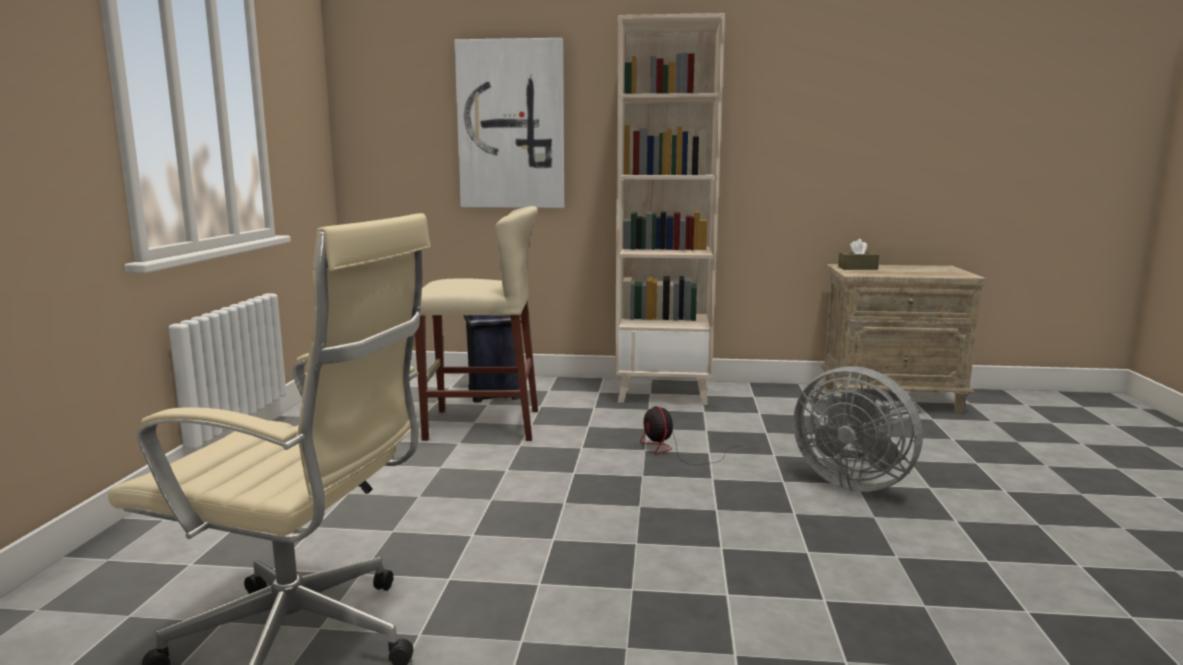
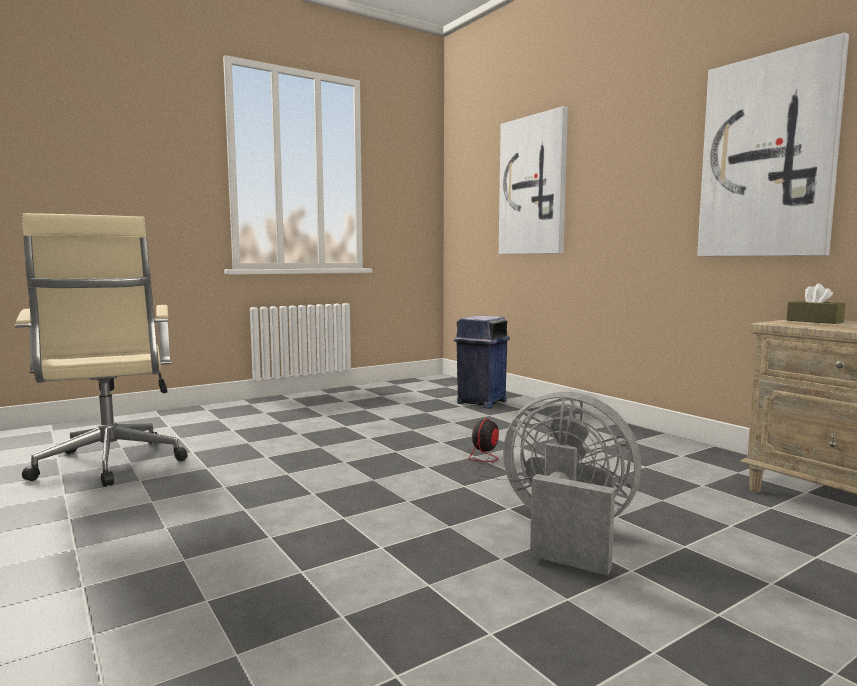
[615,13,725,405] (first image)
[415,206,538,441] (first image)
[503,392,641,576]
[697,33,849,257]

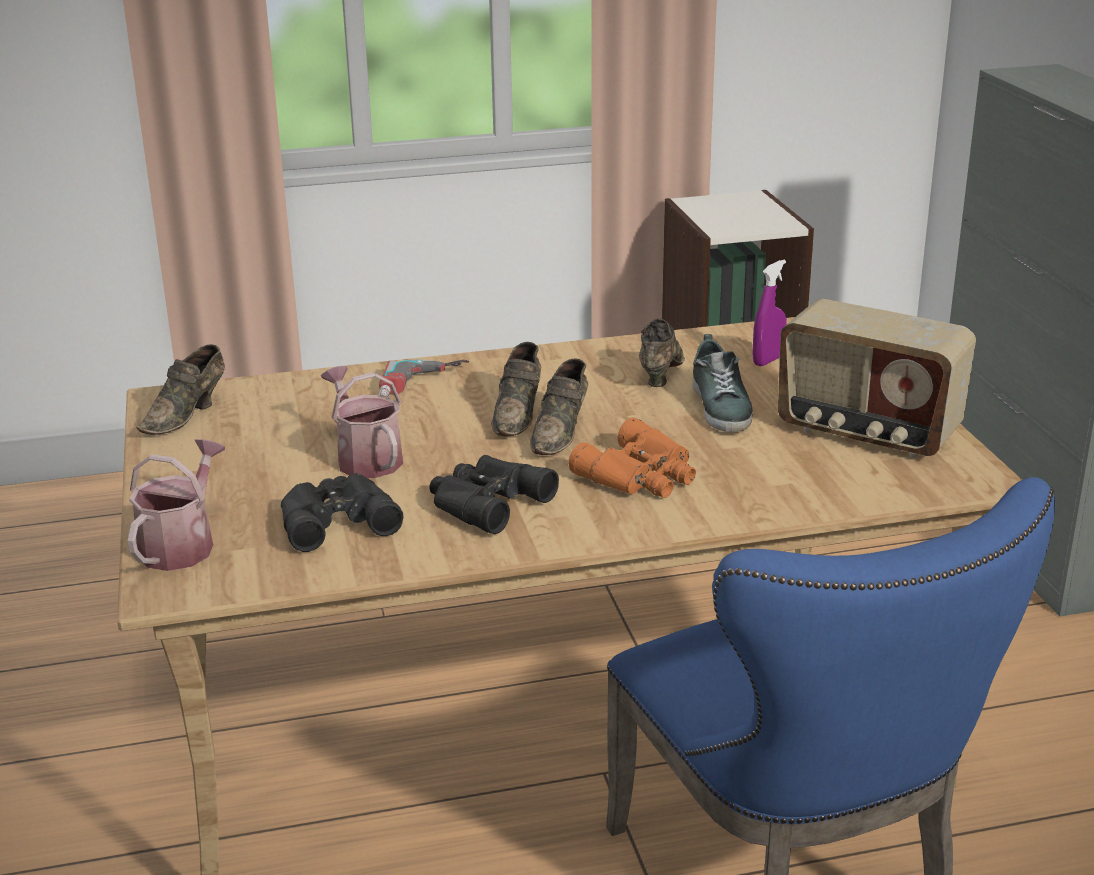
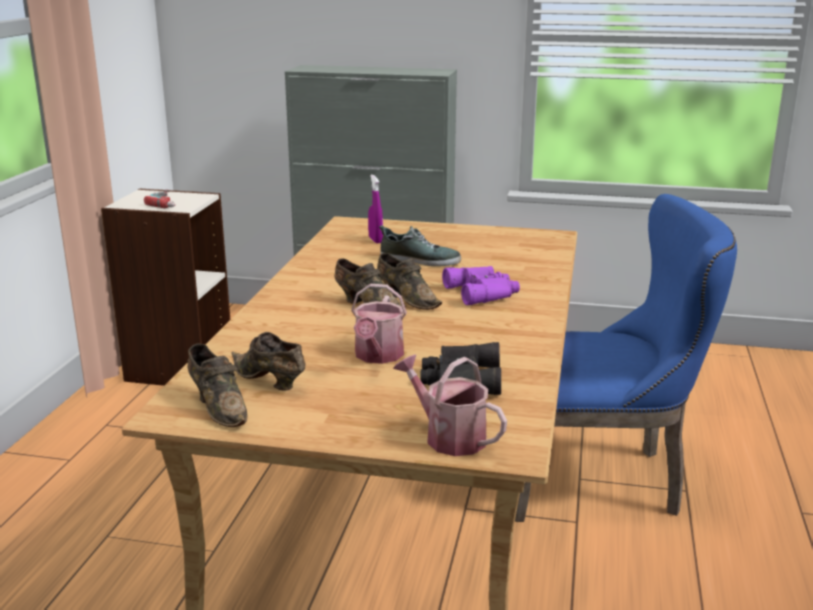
[778,299,976,458] (first image)
[231,332,306,390]
[144,189,175,208]
[351,284,407,364]
[442,266,520,305]
[429,455,559,534] (first image)

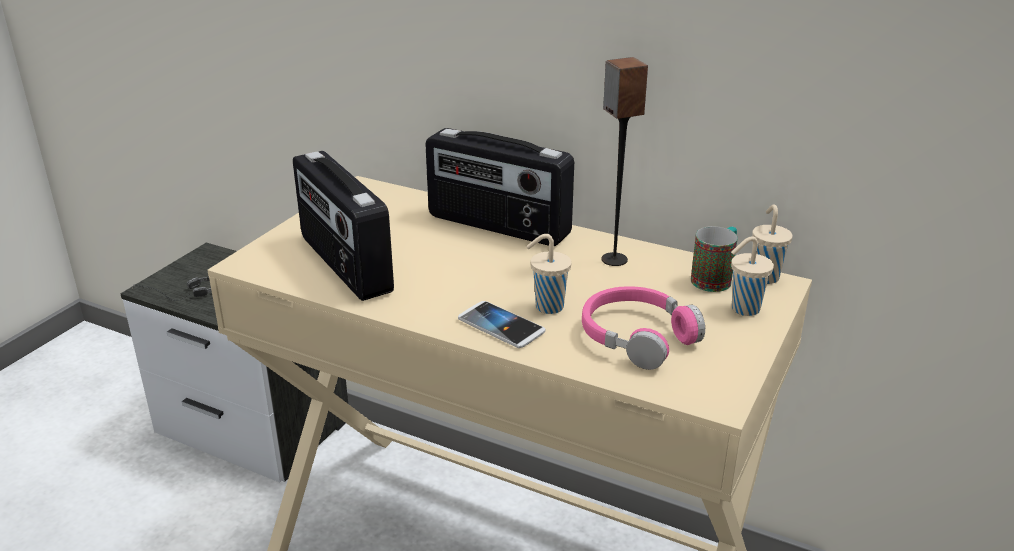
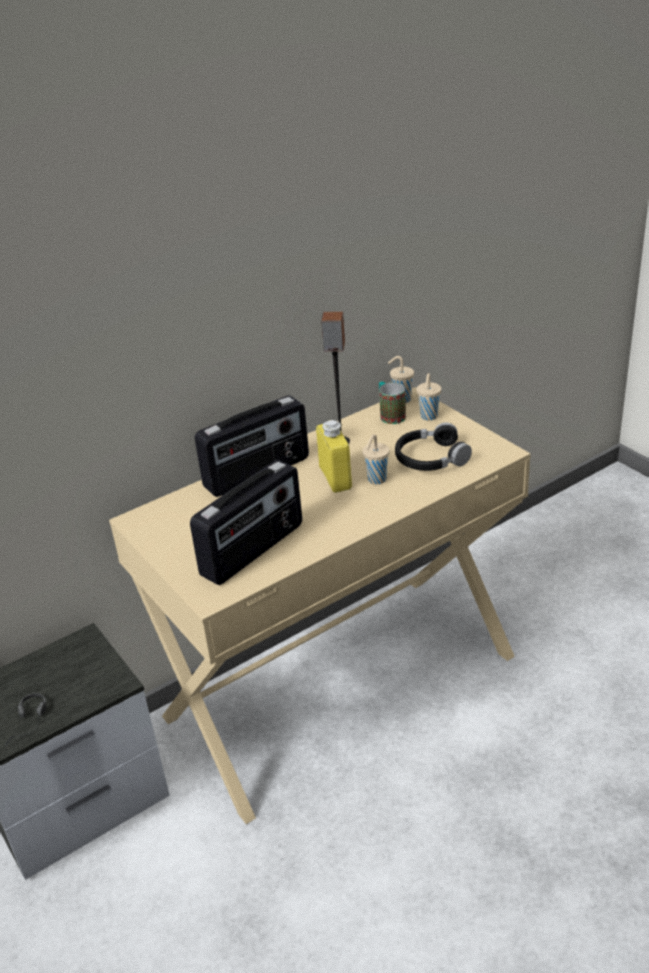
[190,460,302,585]
[395,422,472,471]
[458,301,546,348] (first image)
[316,420,352,493]

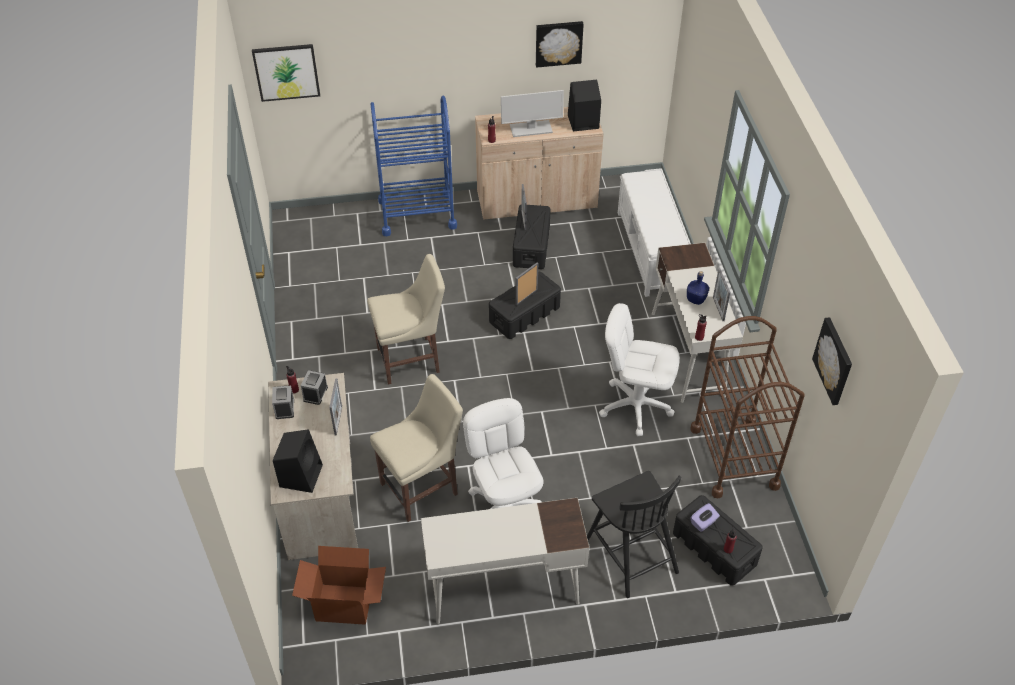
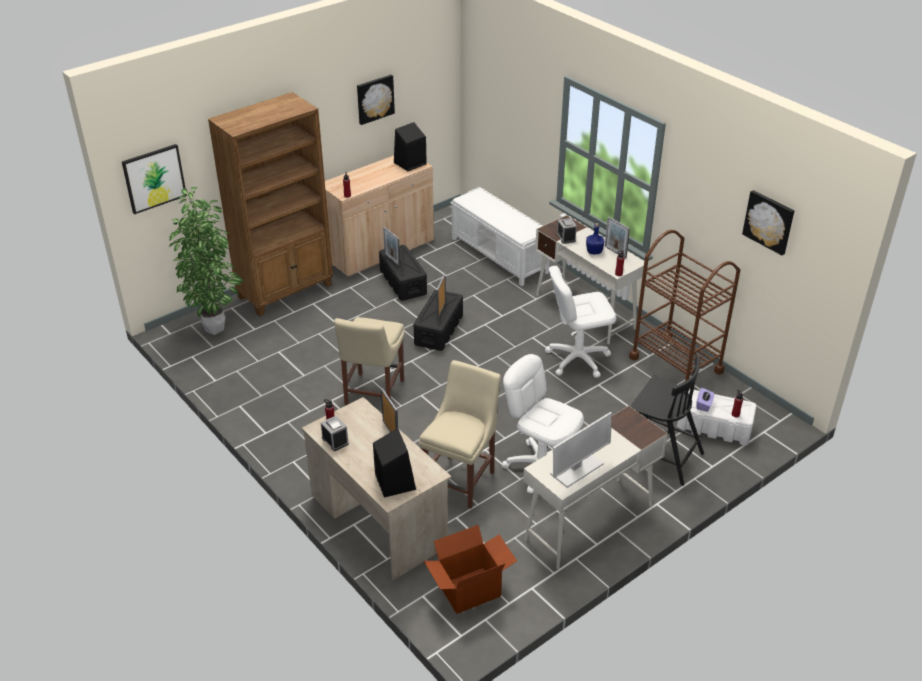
[550,412,612,488]
[208,92,333,317]
[334,317,405,405]
[557,218,577,244]
[677,389,756,445]
[169,187,243,335]

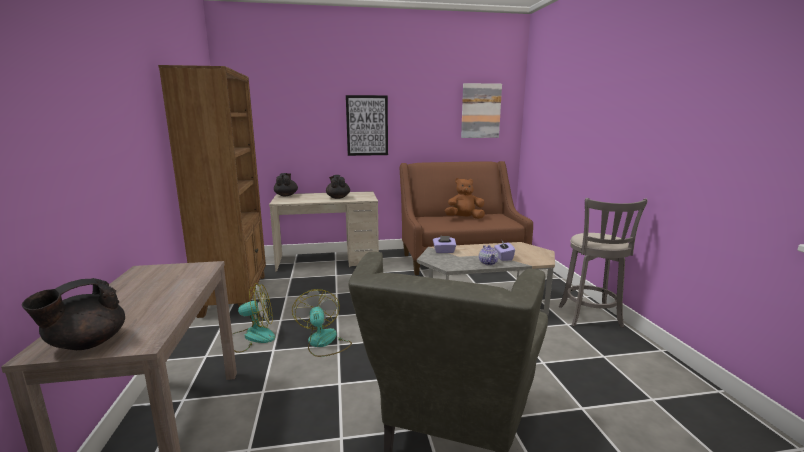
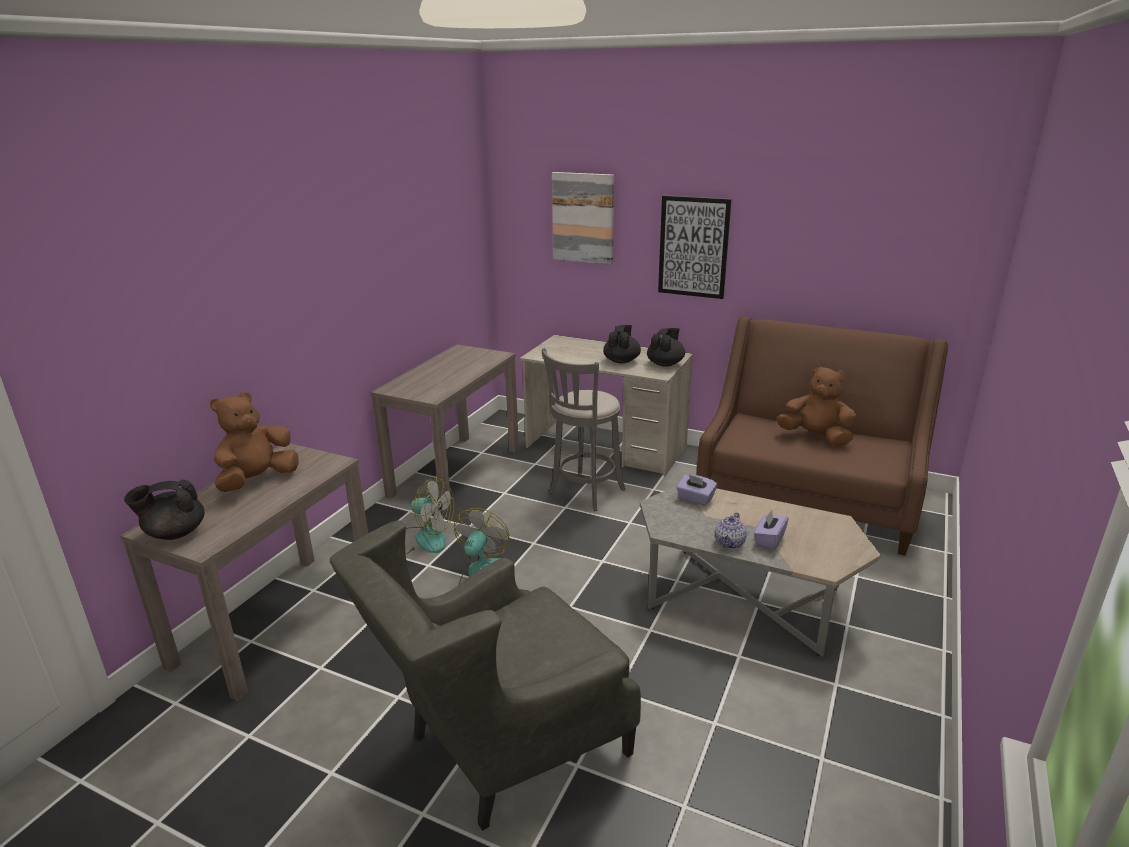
[370,344,519,513]
[552,172,614,265]
[647,328,685,367]
[542,348,626,511]
[210,392,299,492]

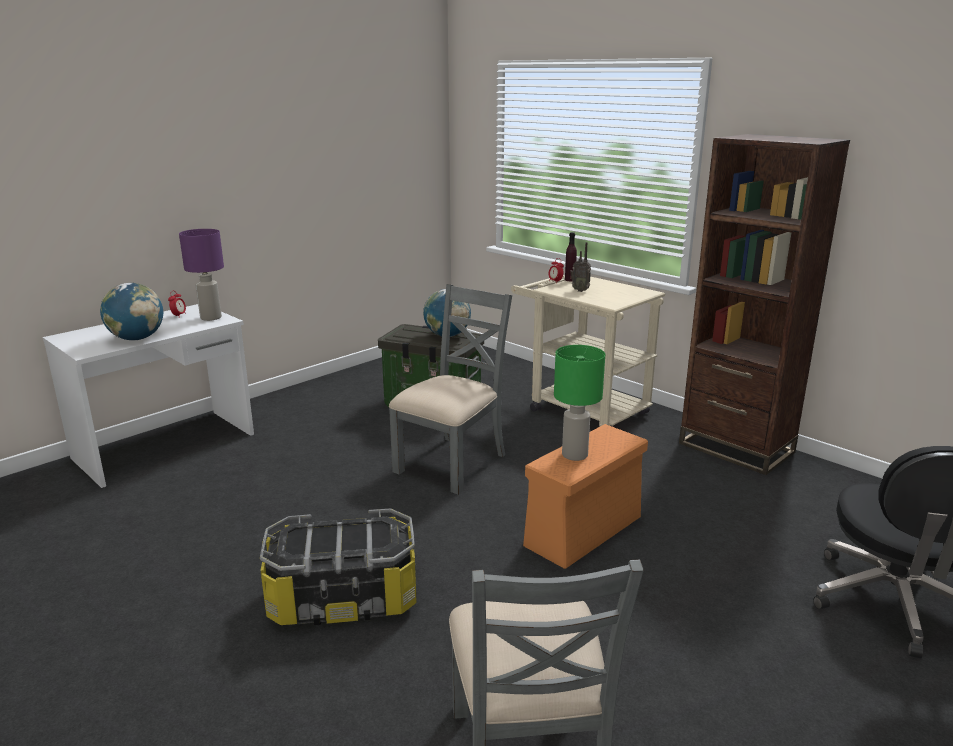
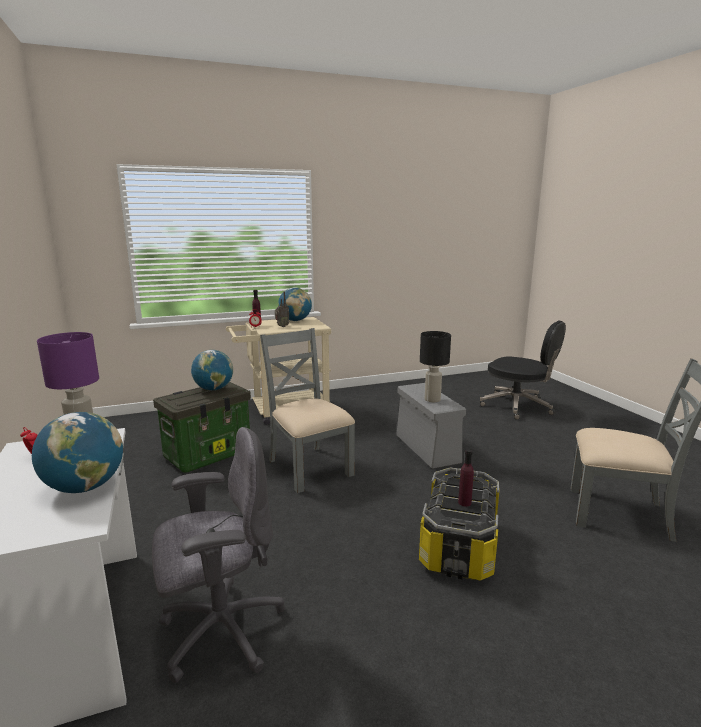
[679,134,850,475] (first image)
[420,331,451,402]
[396,383,466,469]
[278,287,312,321]
[152,427,285,683]
[458,449,474,507]

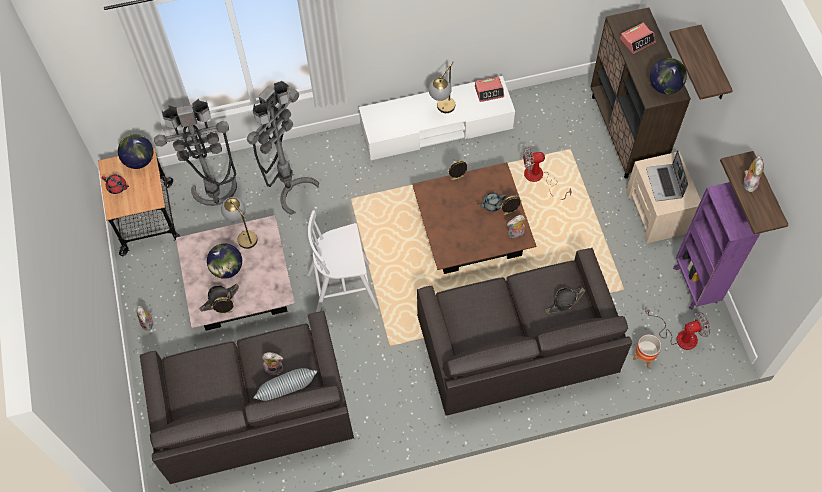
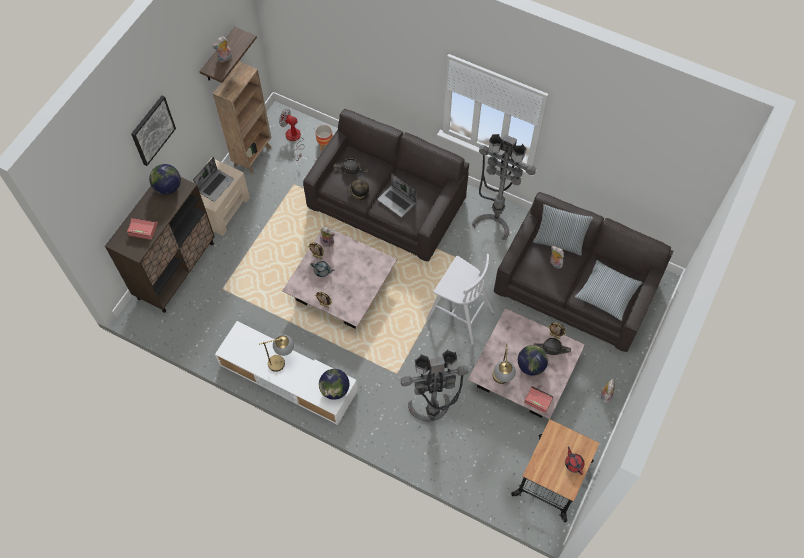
[131,96,176,166]
[524,386,554,413]
[472,134,536,240]
[319,369,349,400]
[523,147,572,200] (first image)
[282,226,397,329]
[213,61,271,174]
[377,174,417,217]
[347,179,369,200]
[575,260,643,321]

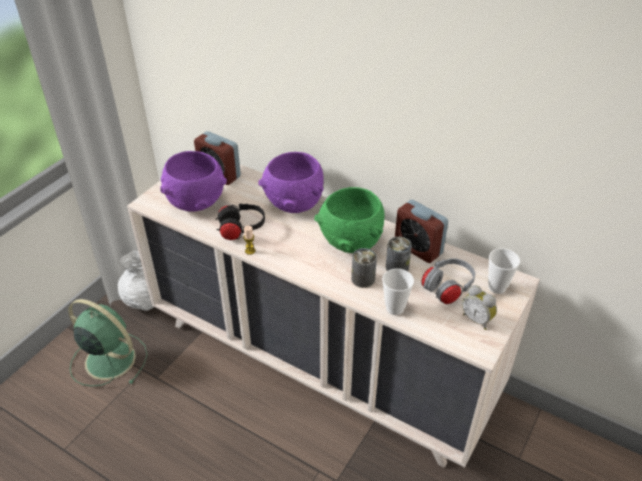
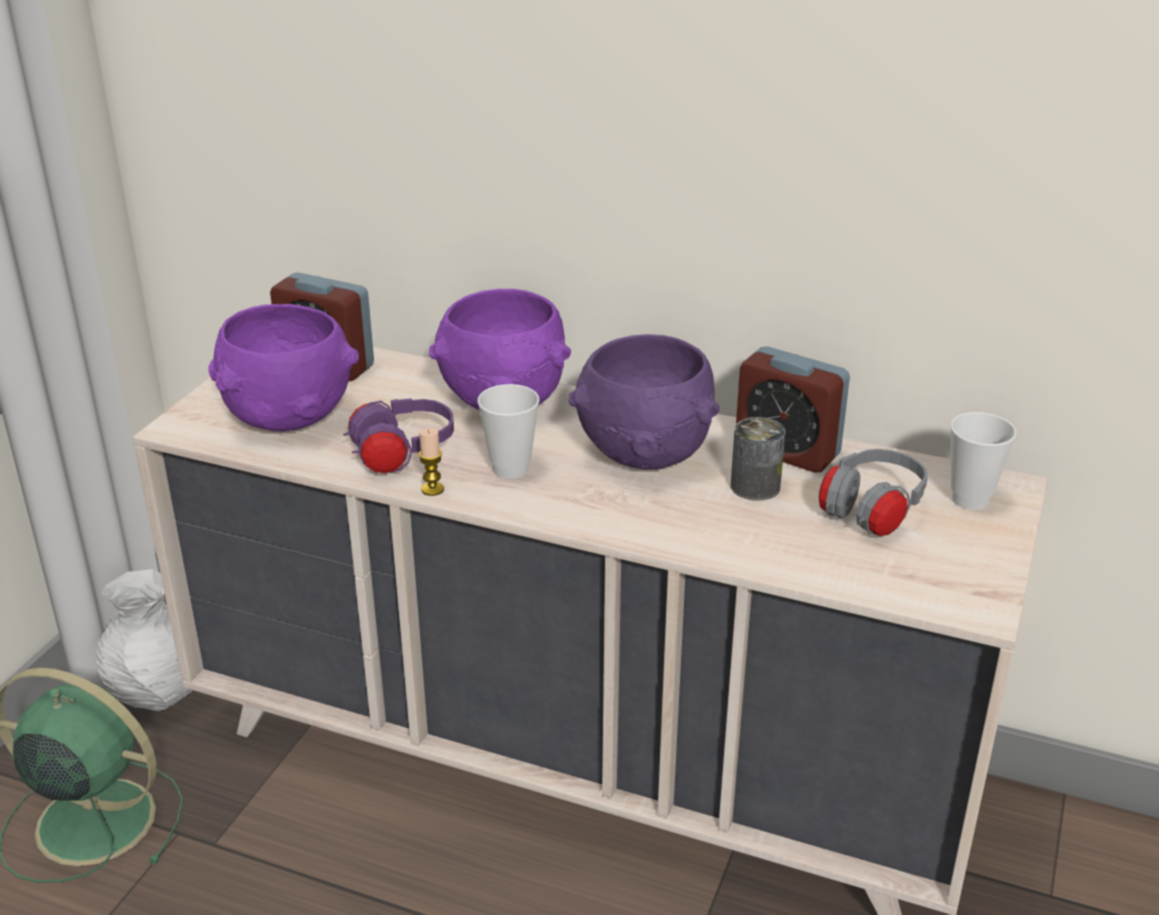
[568,334,720,469]
[343,398,454,473]
[351,248,377,288] (first image)
[478,384,539,479]
[462,285,497,330] (first image)

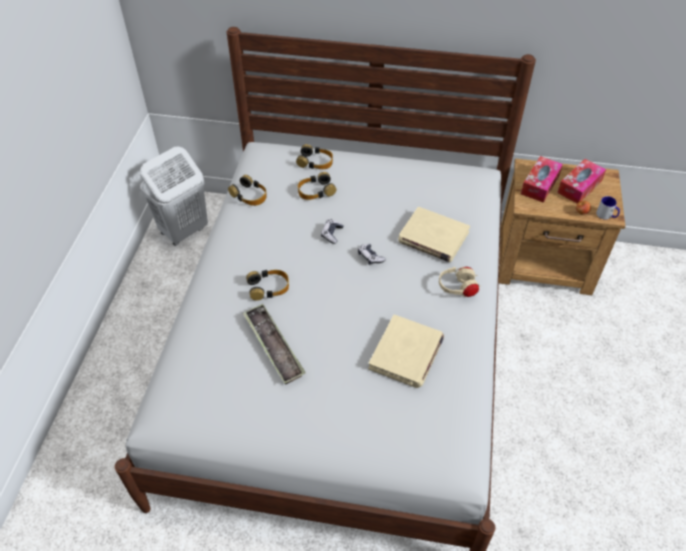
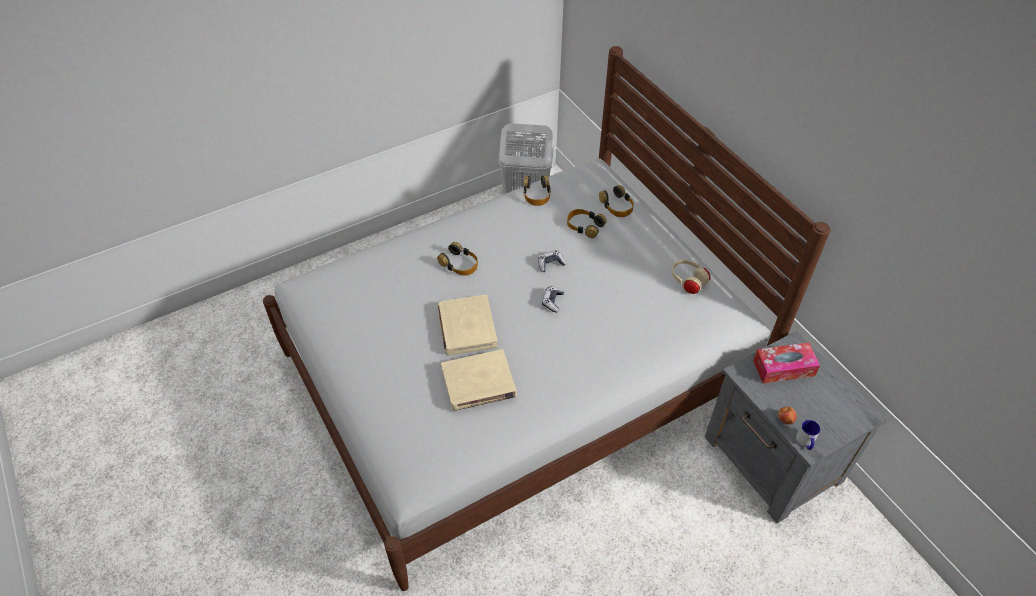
[705,331,887,523]
[557,159,606,203] (first image)
[437,295,498,355]
[671,260,710,294]
[243,304,306,385] (first image)

